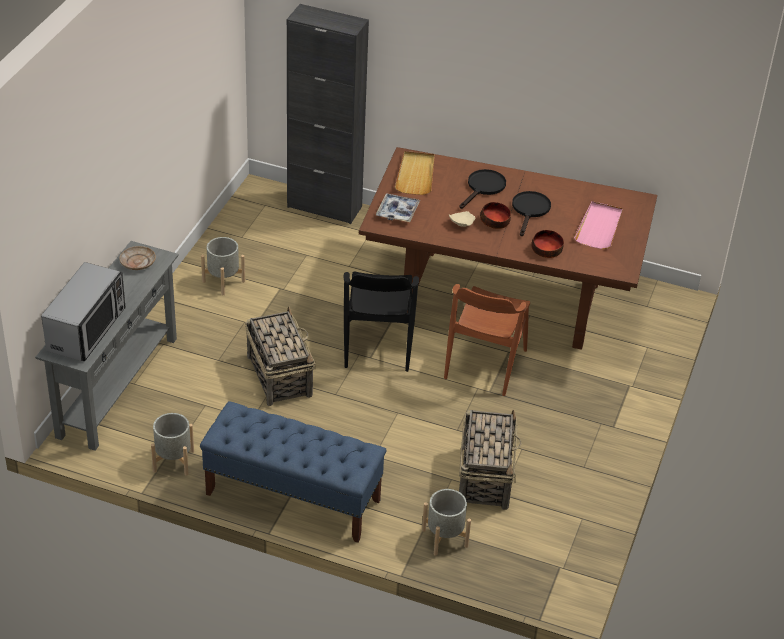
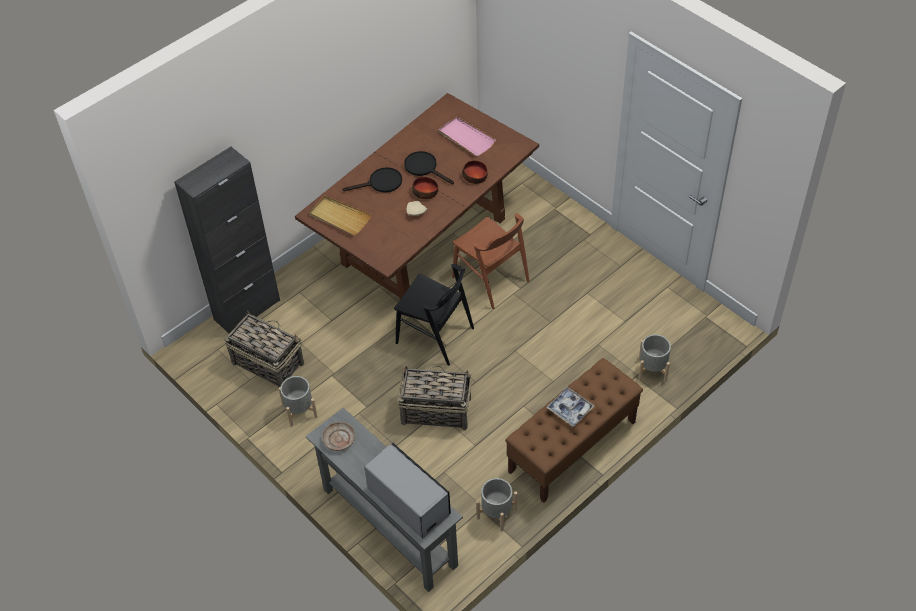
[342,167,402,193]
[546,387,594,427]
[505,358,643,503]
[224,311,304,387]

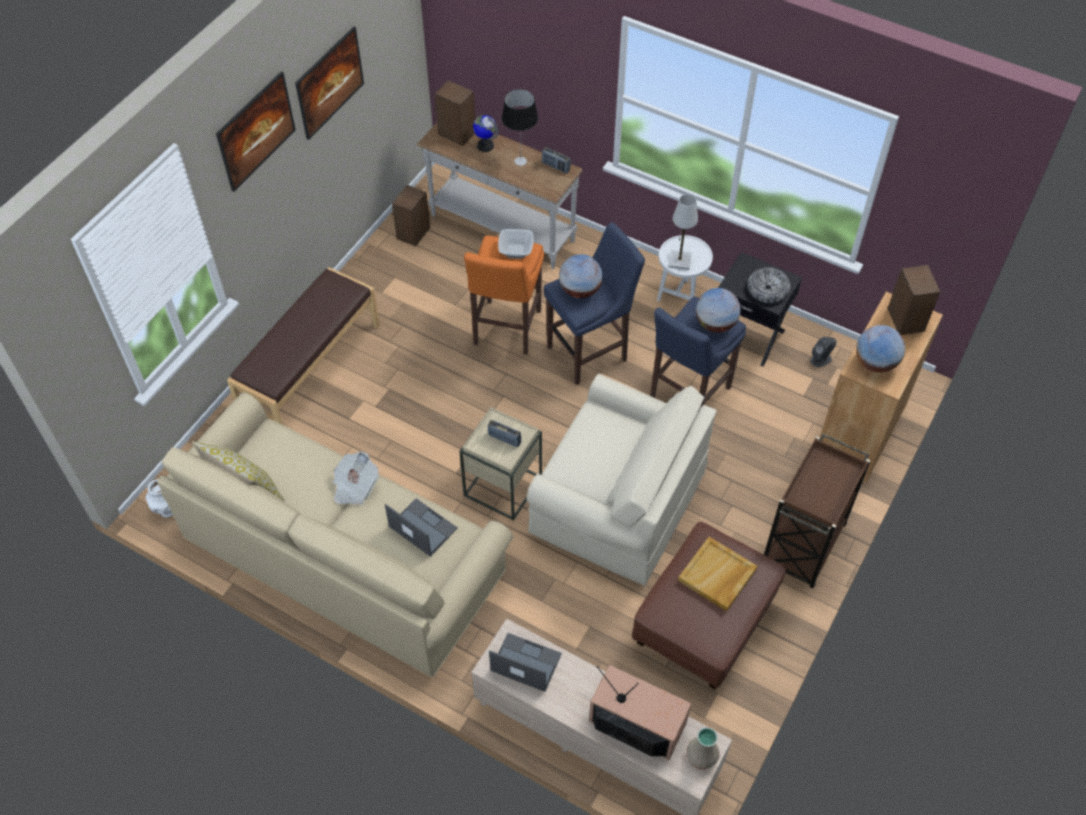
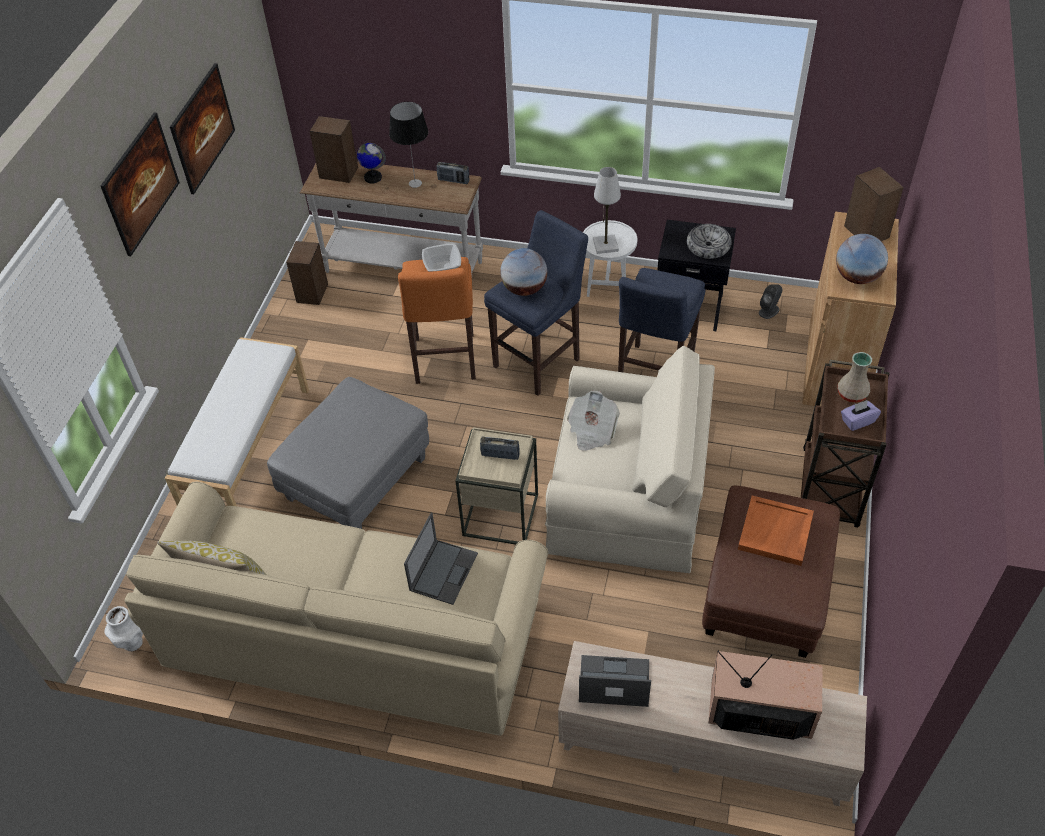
[165,337,309,506]
[696,288,741,333] (first image)
[567,390,620,451]
[404,513,478,605]
[738,495,814,566]
[838,352,872,403]
[267,377,429,529]
[841,400,881,431]

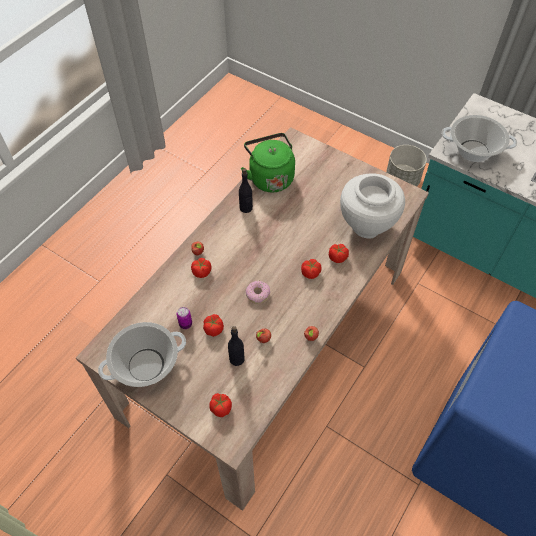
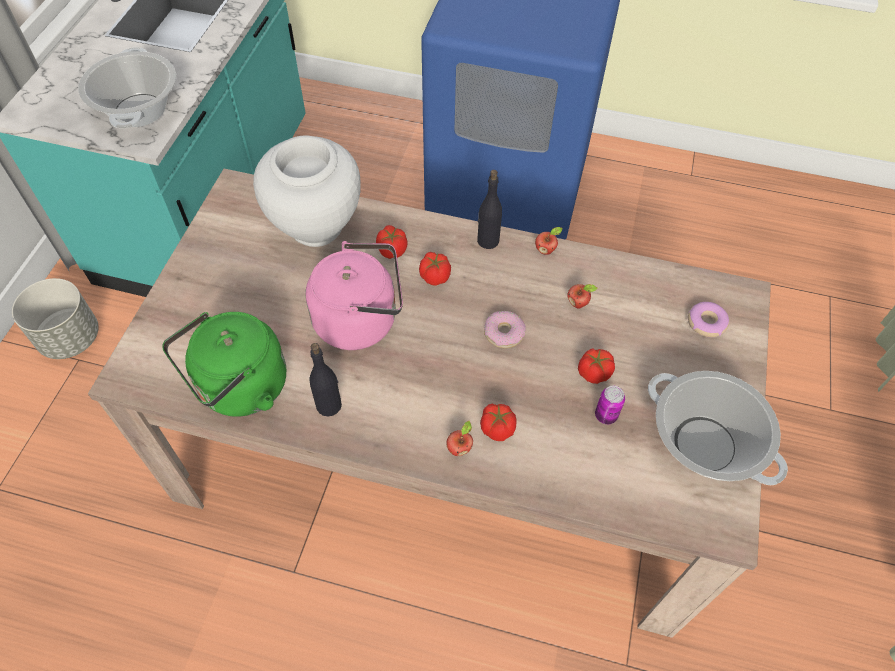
[477,170,502,249]
[688,302,729,337]
[306,241,403,350]

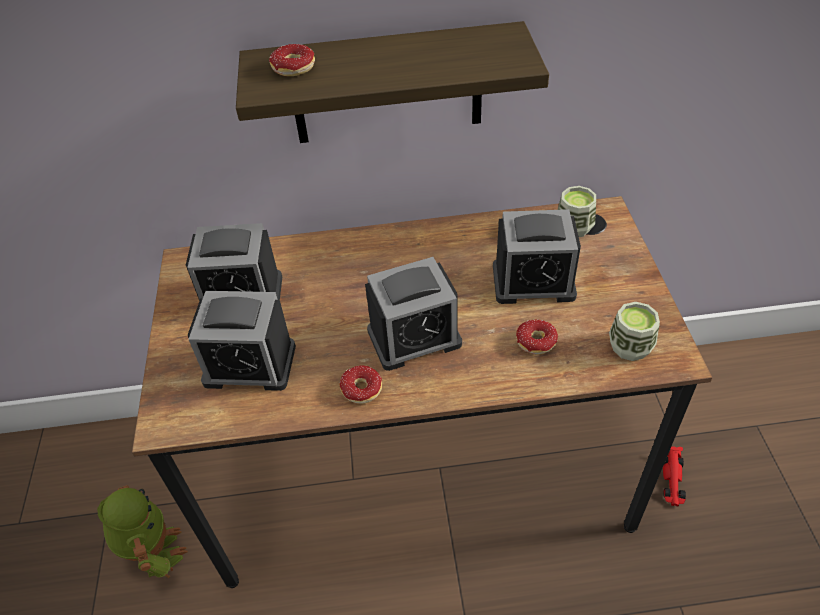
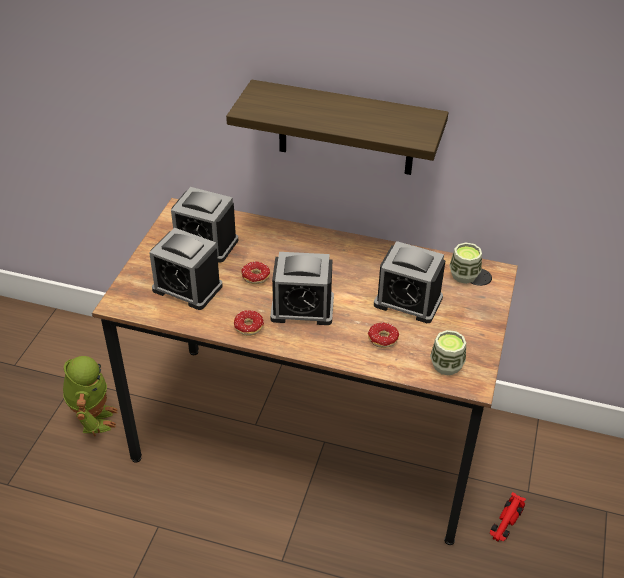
[241,262,270,284]

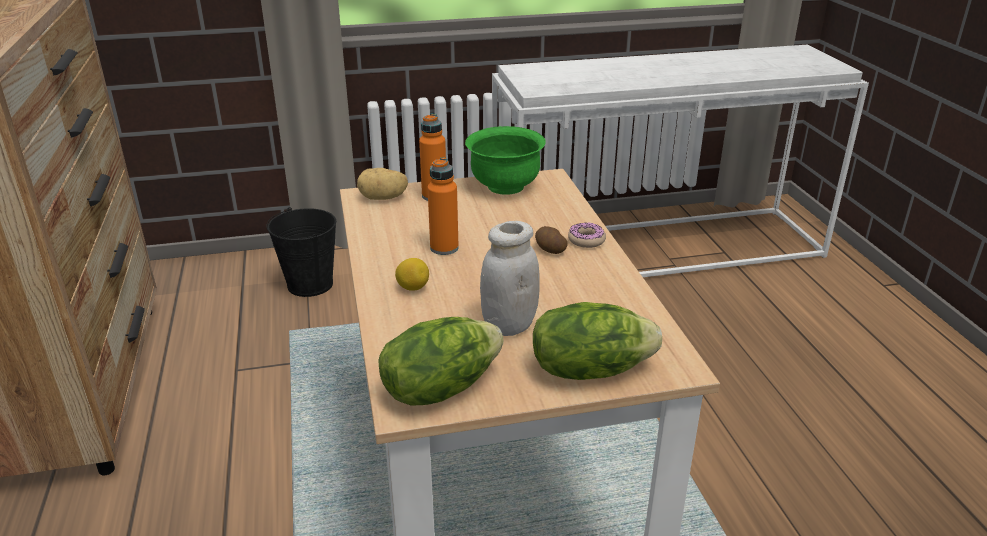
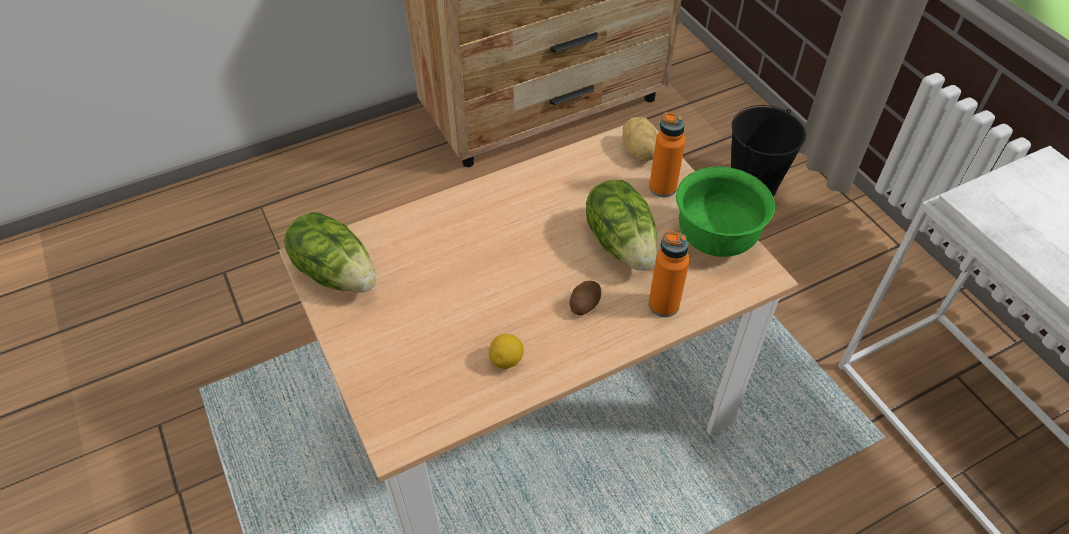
[648,231,690,317]
[480,221,540,336] (first image)
[568,222,606,248] (first image)
[489,334,524,369]
[586,180,657,271]

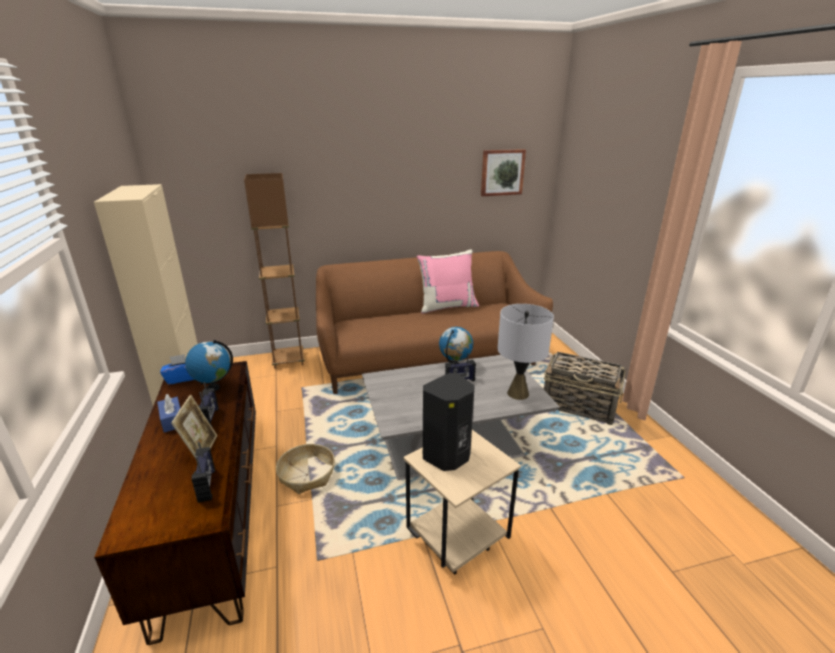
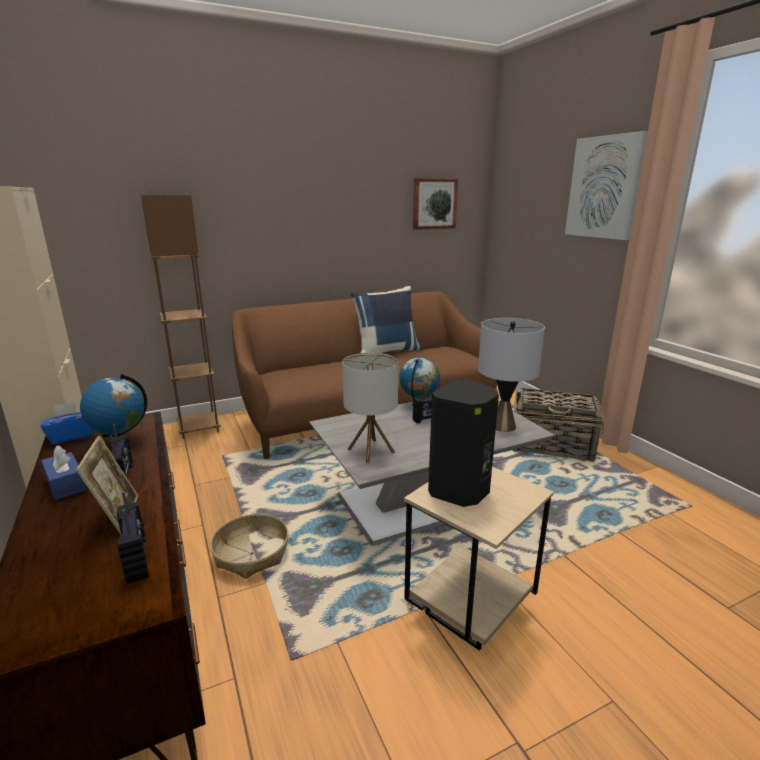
[351,286,422,354]
[565,131,648,240]
[342,353,399,463]

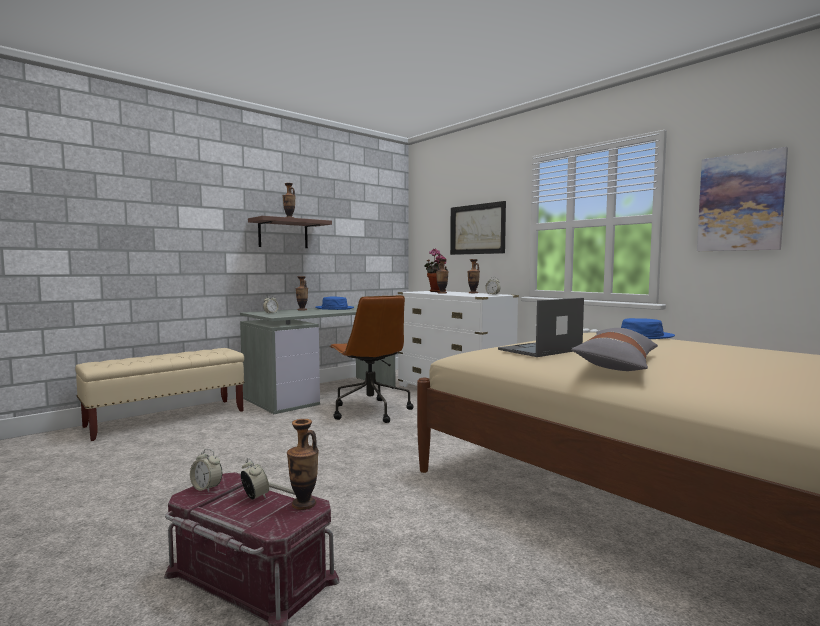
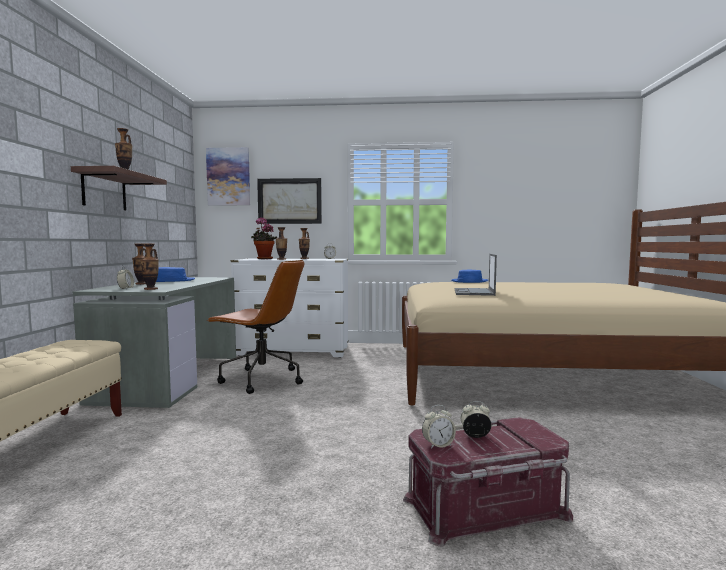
[206,147,250,206]
[571,328,658,371] (first image)
[140,243,159,290]

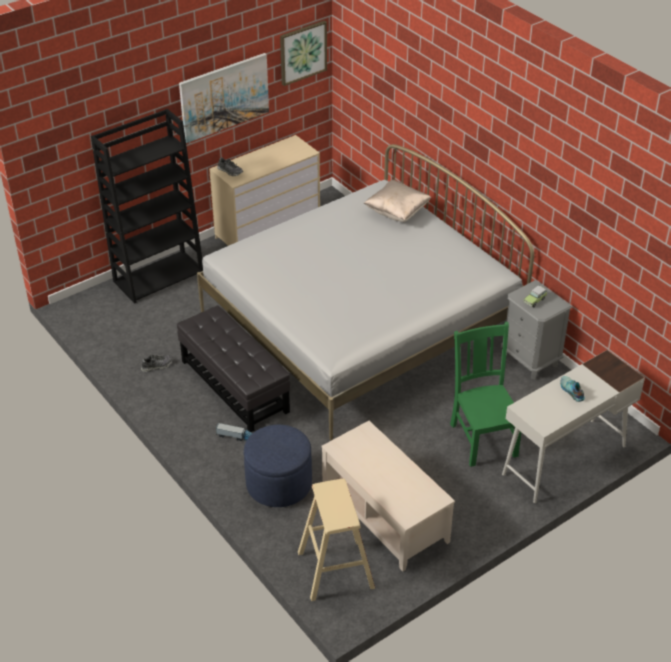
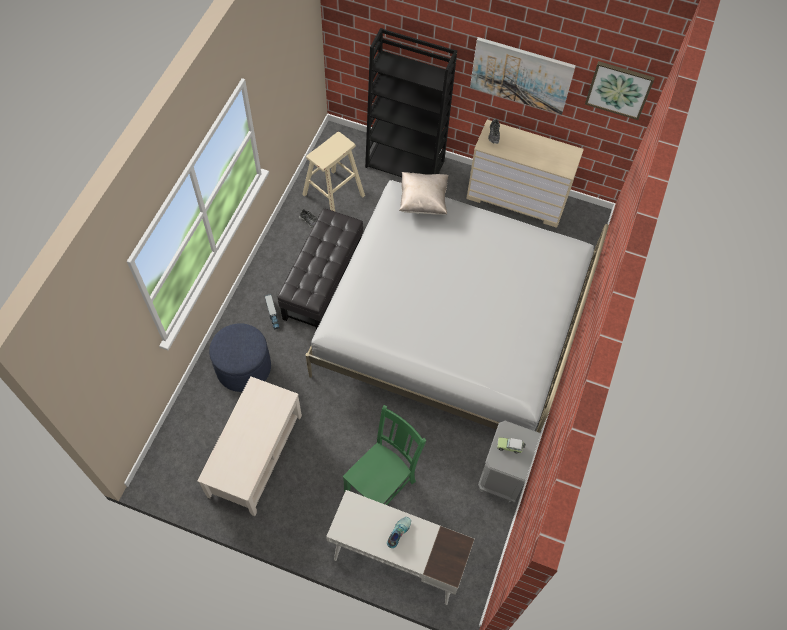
[399,172,449,215]
[302,132,365,211]

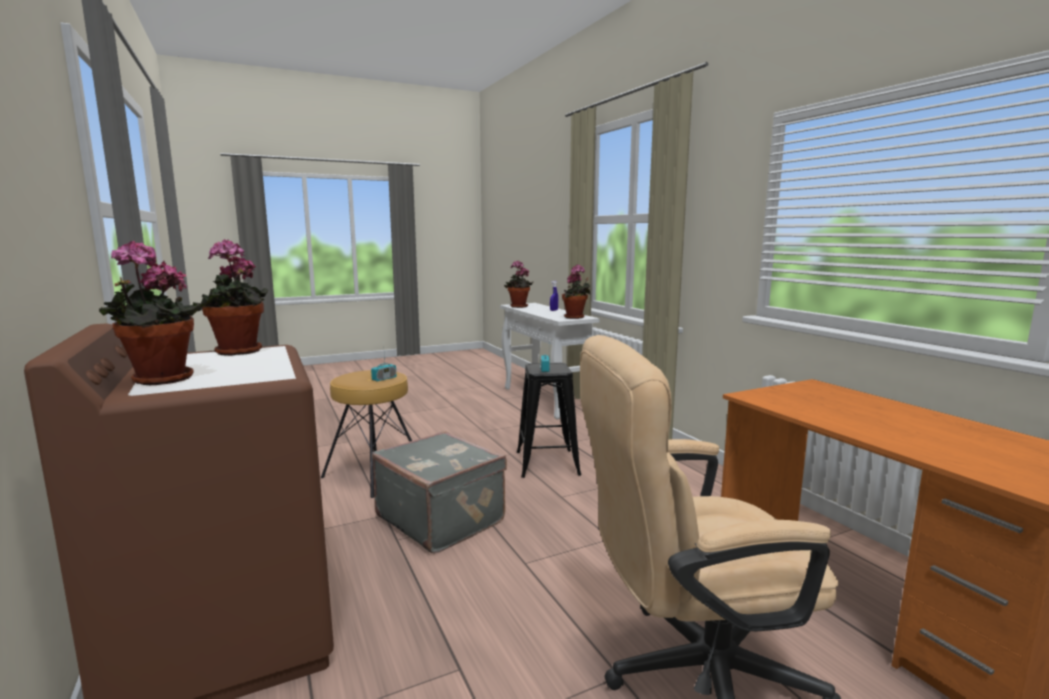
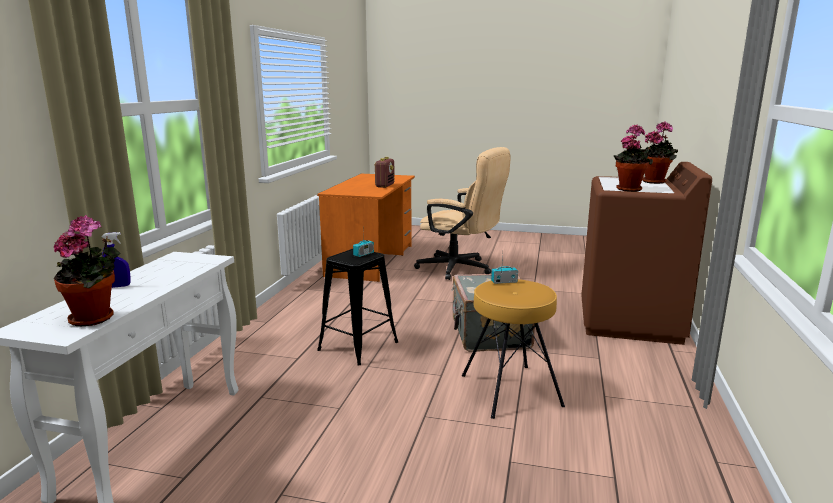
[562,265,590,319] (first image)
[374,157,395,188]

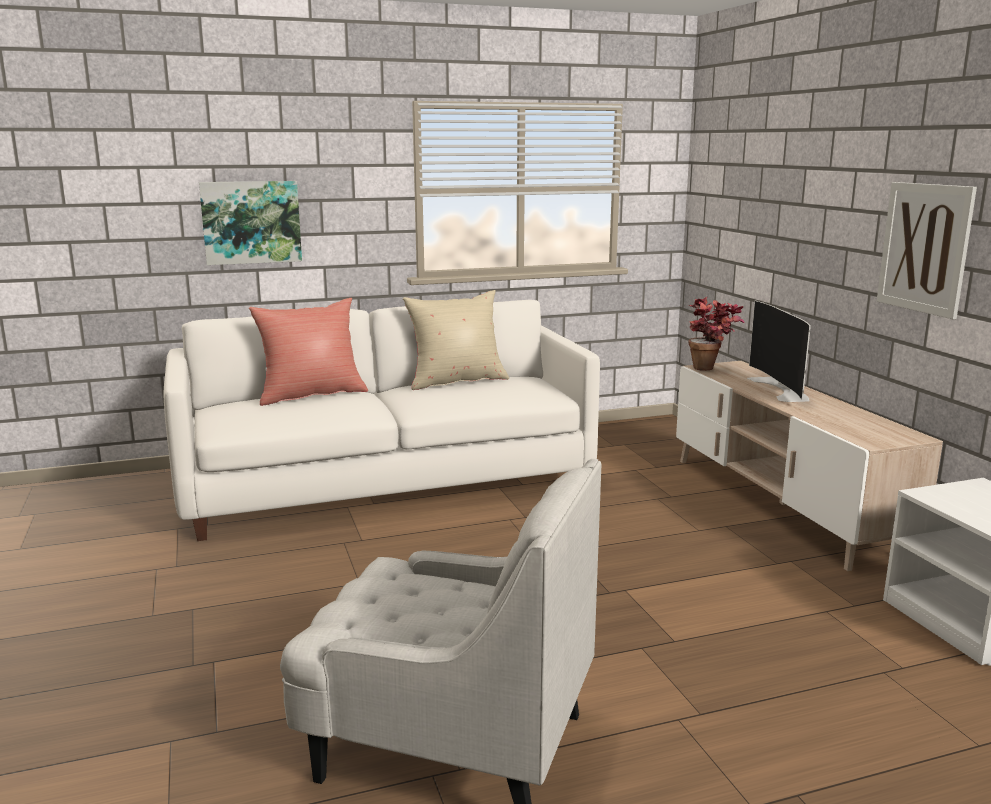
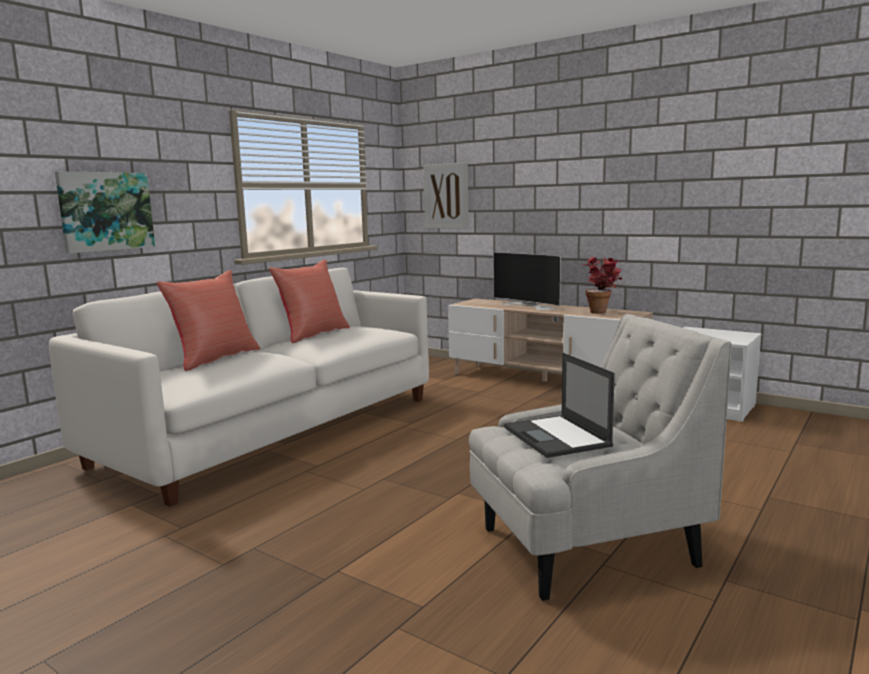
[423,162,469,229]
[269,259,350,343]
[582,256,623,314]
[504,353,615,458]

